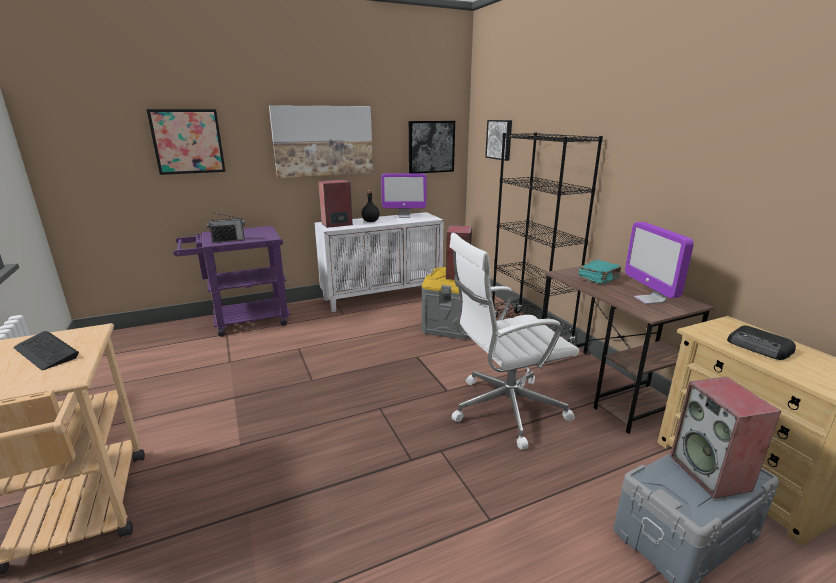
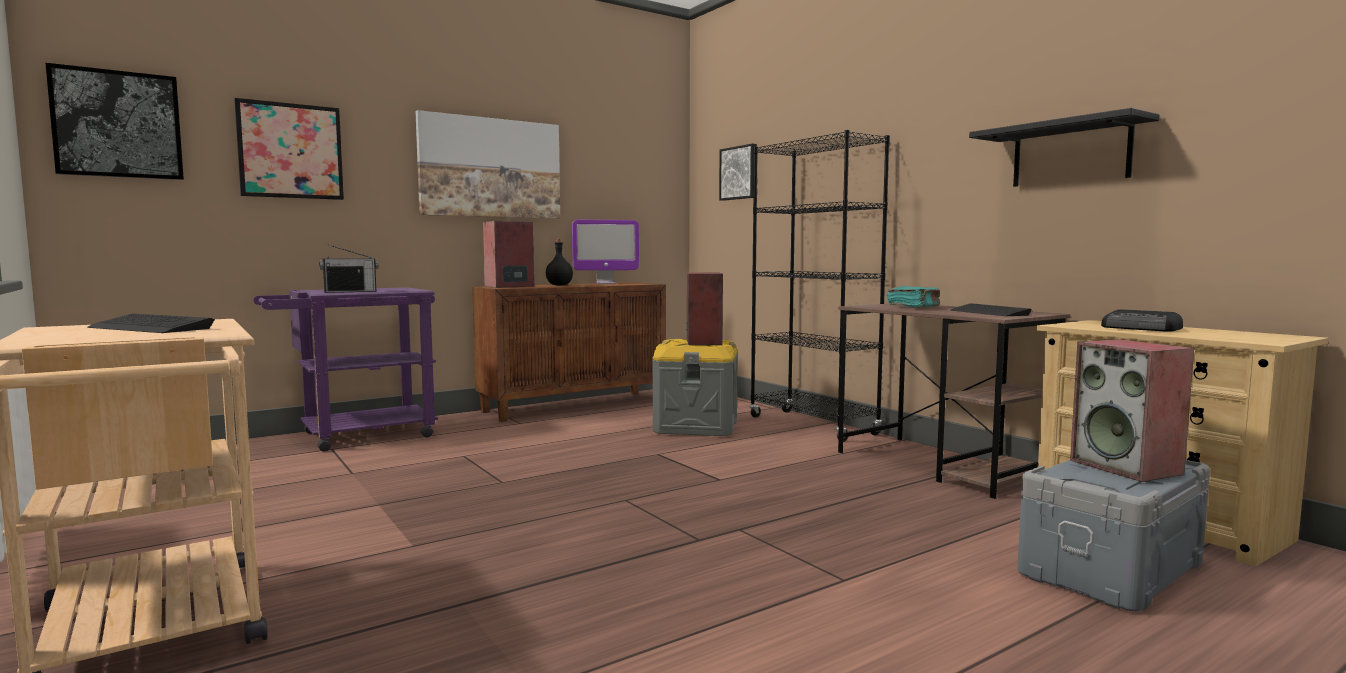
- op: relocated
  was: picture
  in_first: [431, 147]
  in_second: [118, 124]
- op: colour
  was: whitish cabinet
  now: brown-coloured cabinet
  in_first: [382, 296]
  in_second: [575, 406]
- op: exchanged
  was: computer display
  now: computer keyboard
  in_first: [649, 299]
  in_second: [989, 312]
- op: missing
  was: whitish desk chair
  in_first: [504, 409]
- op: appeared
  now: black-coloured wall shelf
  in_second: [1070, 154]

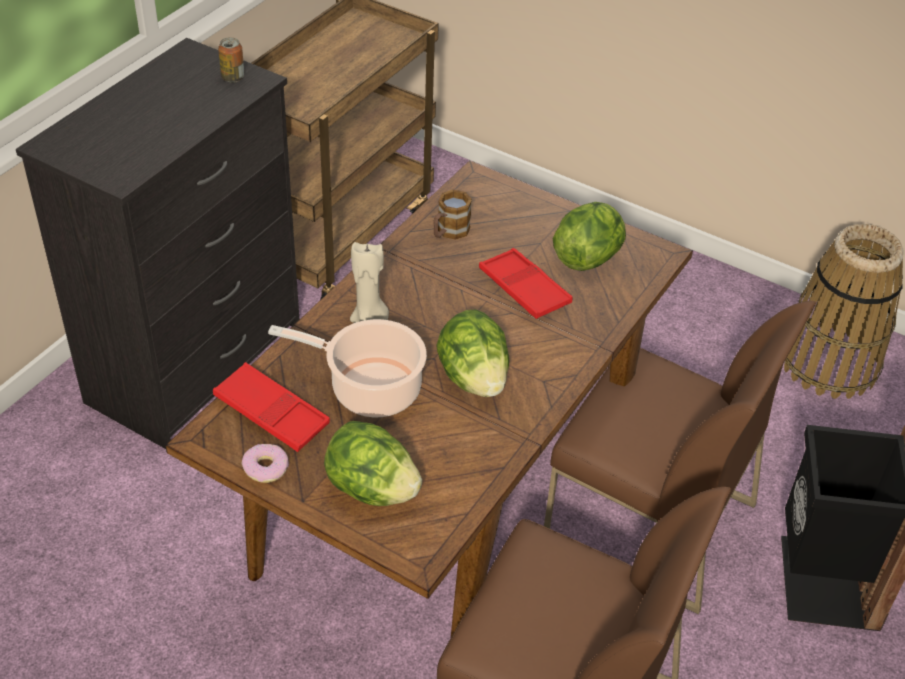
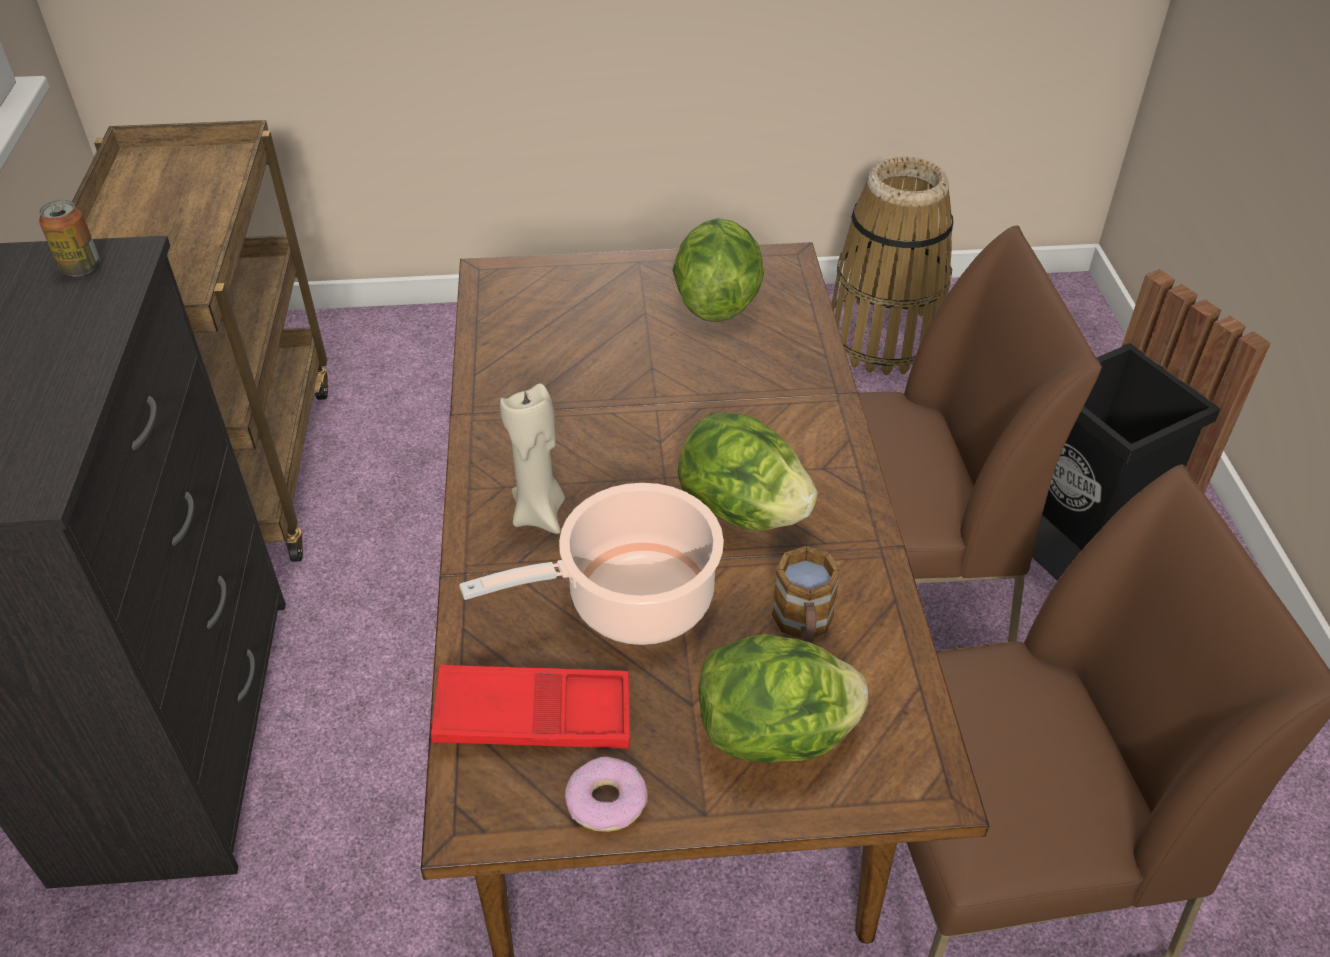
- op: relocated
  was: mug
  in_first: [449, 232]
  in_second: [803, 626]
- op: missing
  was: red-coloured carrying tray
  in_first: [524, 289]

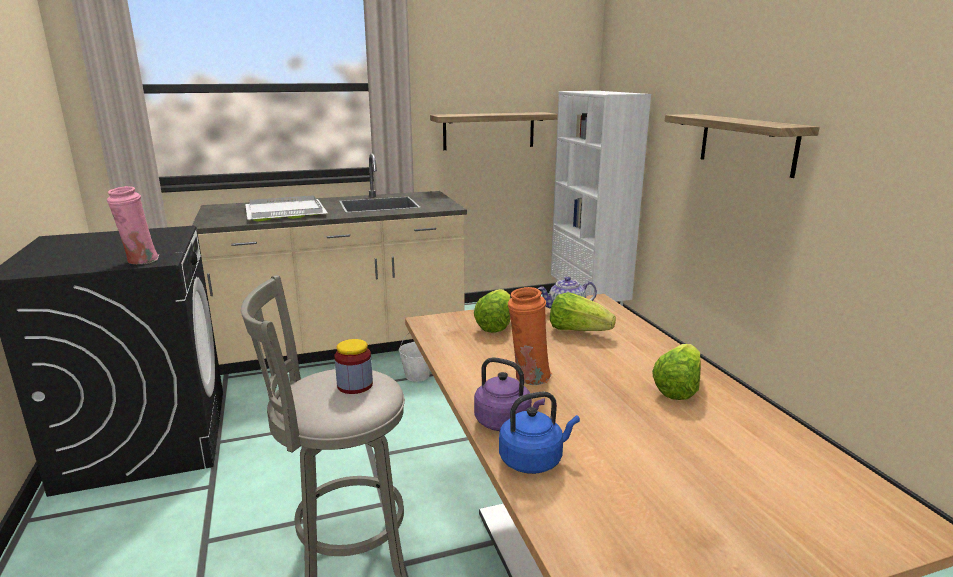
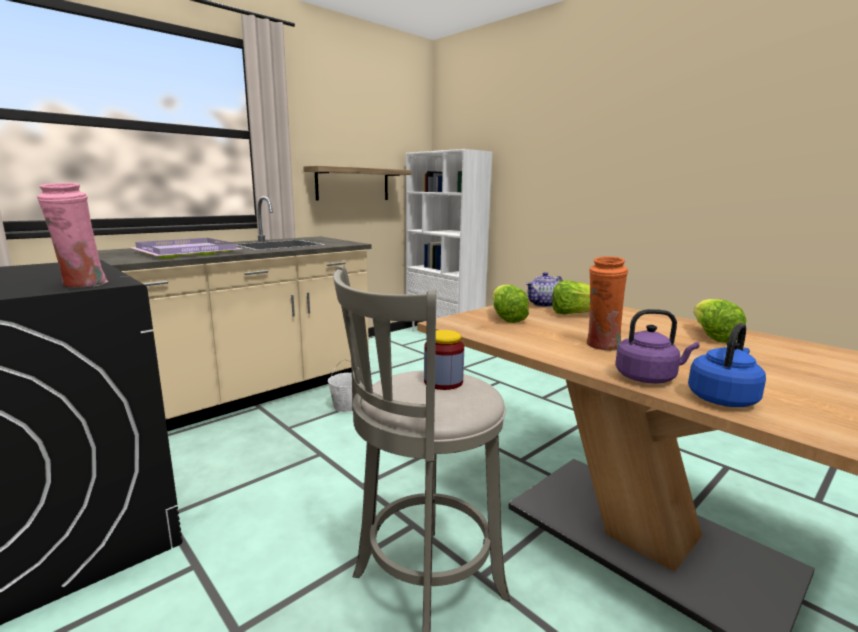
- op: missing
  was: wall shelf
  in_first: [747, 143]
- op: colour
  was: whitish carrying tray
  now: purple carrying tray
  in_first: [287, 211]
  in_second: [187, 251]

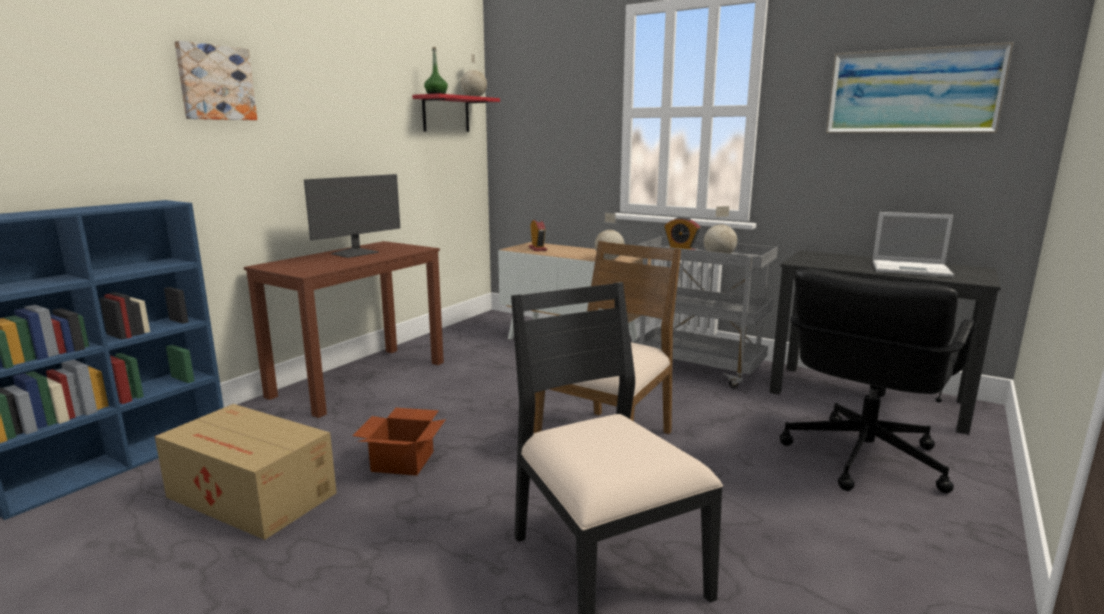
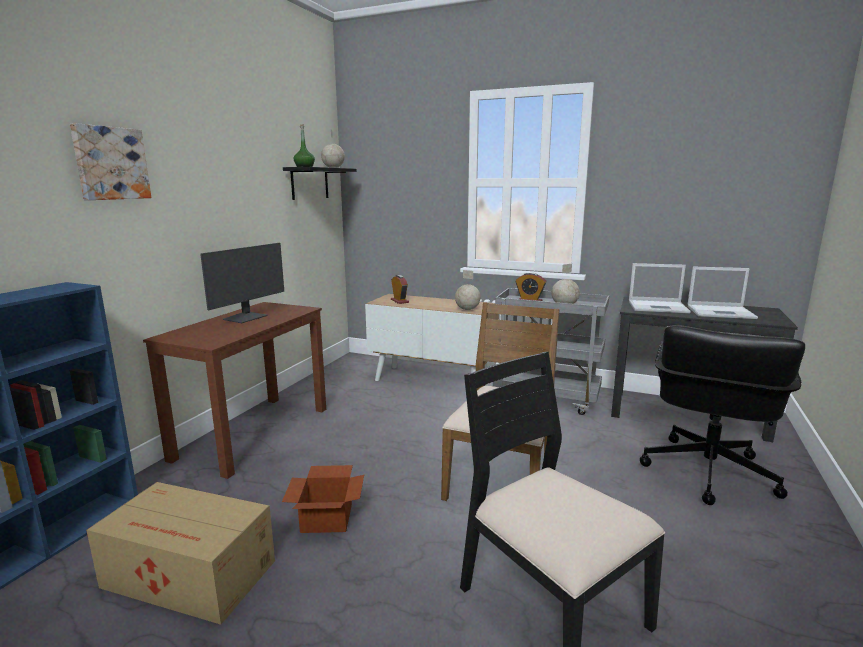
- op: missing
  was: picture
  in_first: [912, 91]
- op: colour
  was: red-coloured wall shelf
  now: black-coloured wall shelf
  in_first: [446, 114]
  in_second: [309, 183]
- op: appeared
  now: laptop
  in_second: [659, 307]

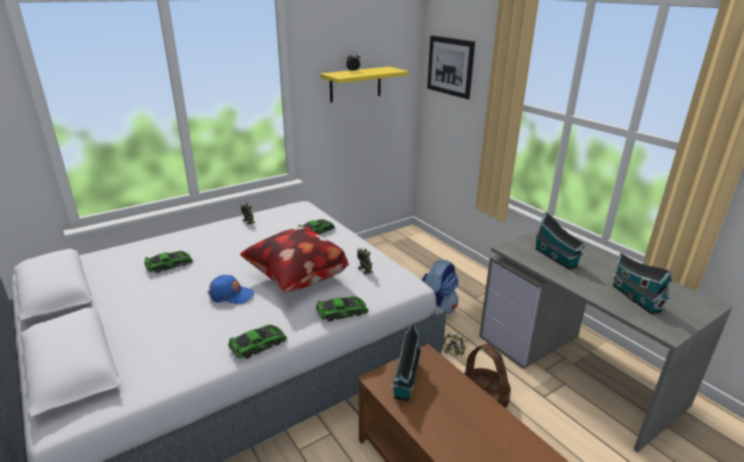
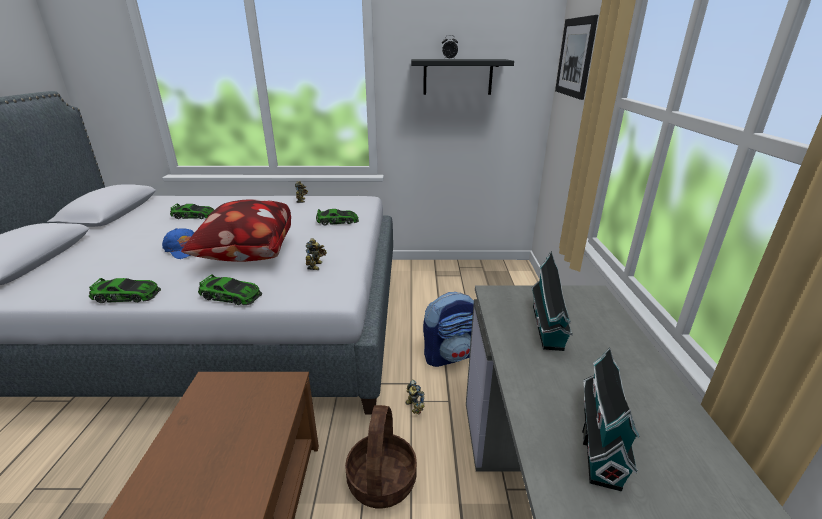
- op: colour
  was: yellow-coloured wall shelf
  now: black-coloured wall shelf
  in_first: [355, 84]
  in_second: [457, 77]
- op: missing
  was: toy house
  in_first: [405, 381]

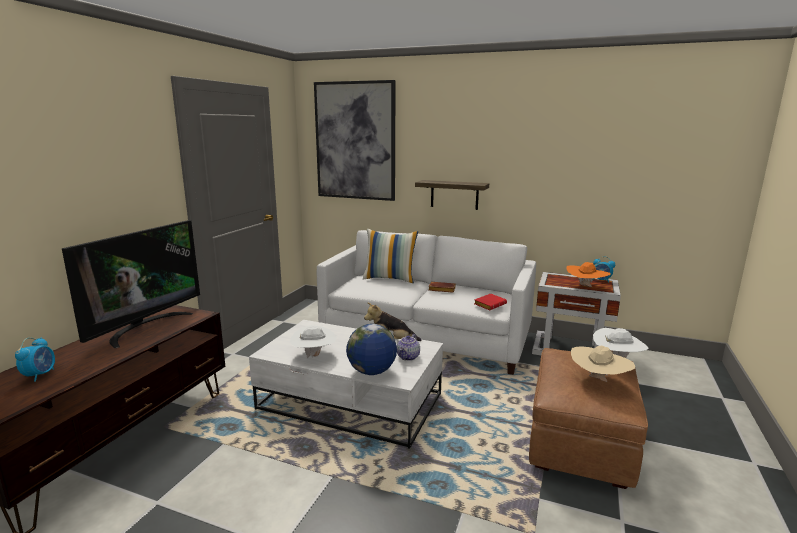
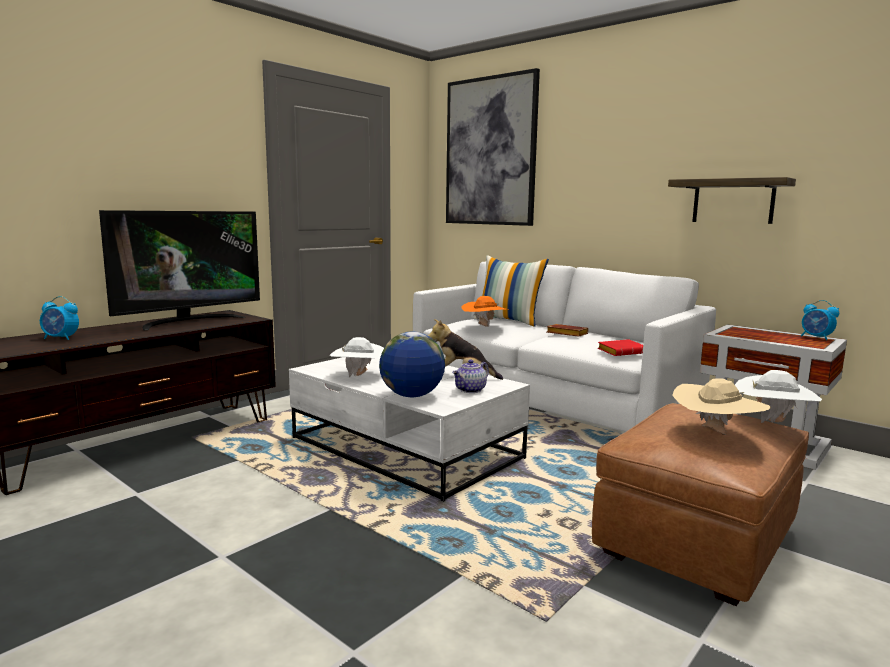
- op: relocated
  was: wall shelf
  in_first: [454, 194]
  in_second: [733, 201]
- op: relocated
  was: orange-coloured clothing hat
  in_first: [585, 287]
  in_second: [484, 327]
- op: spun
  was: table clock
  in_first: [40, 375]
  in_second: [61, 338]
  clockwise: 75

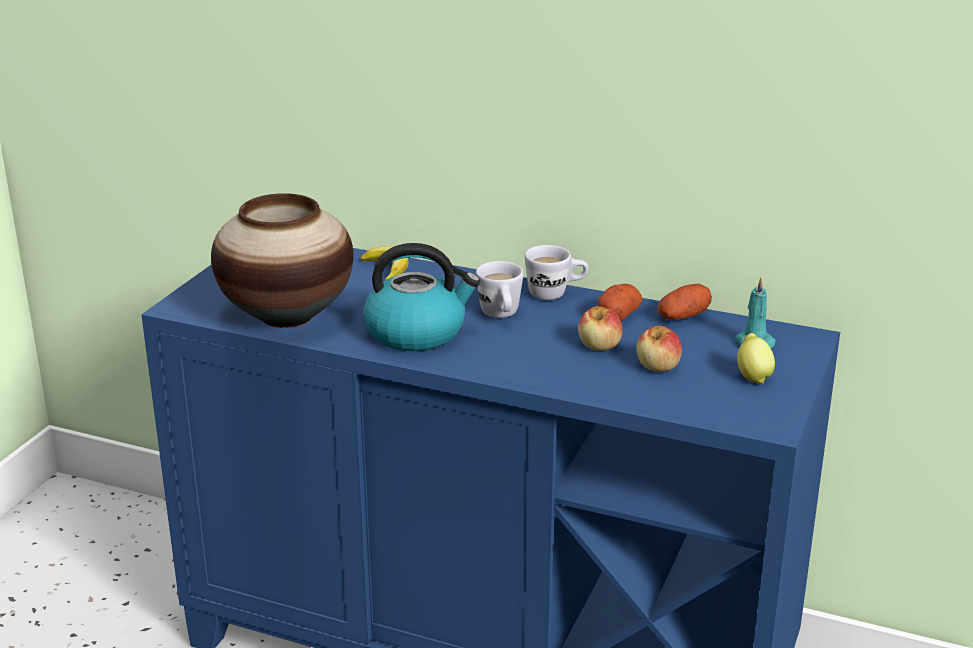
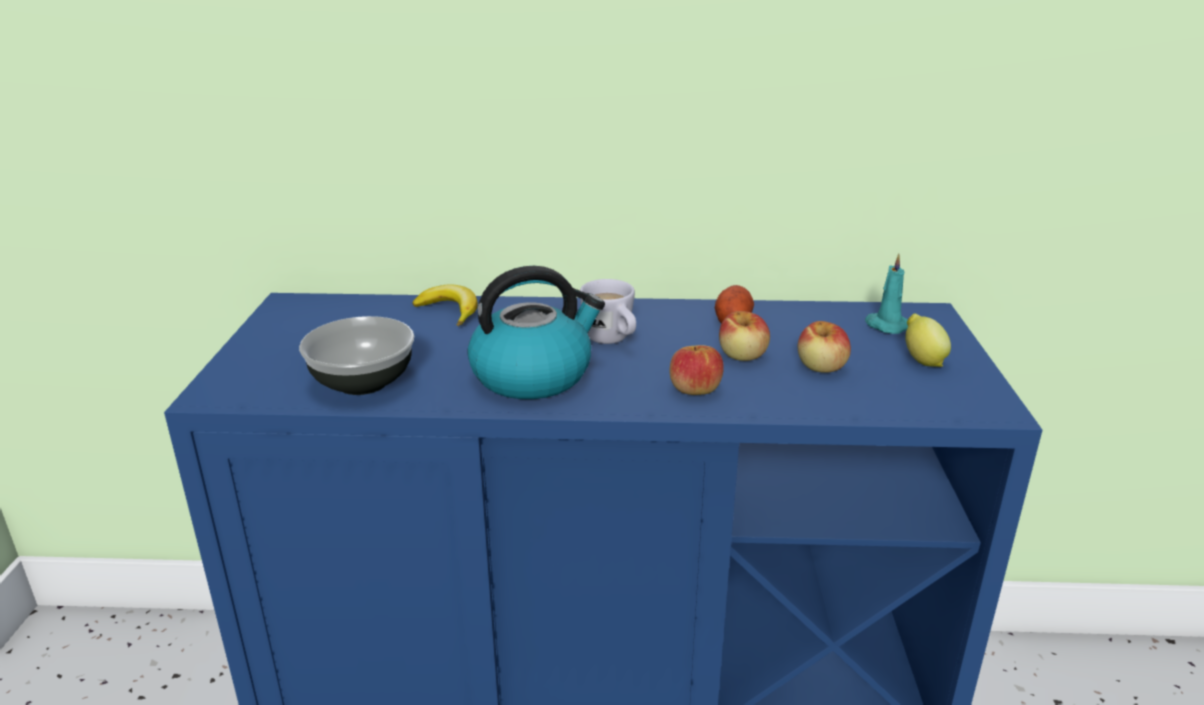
- op: exchanged
  was: decorative vase
  now: serving bowl
  in_first: [287, 317]
  in_second: [363, 383]
- op: missing
  was: whitish mug
  in_first: [555, 294]
- op: missing
  was: whole potato
  in_first: [683, 316]
- op: appeared
  now: apple
  in_second: [694, 389]

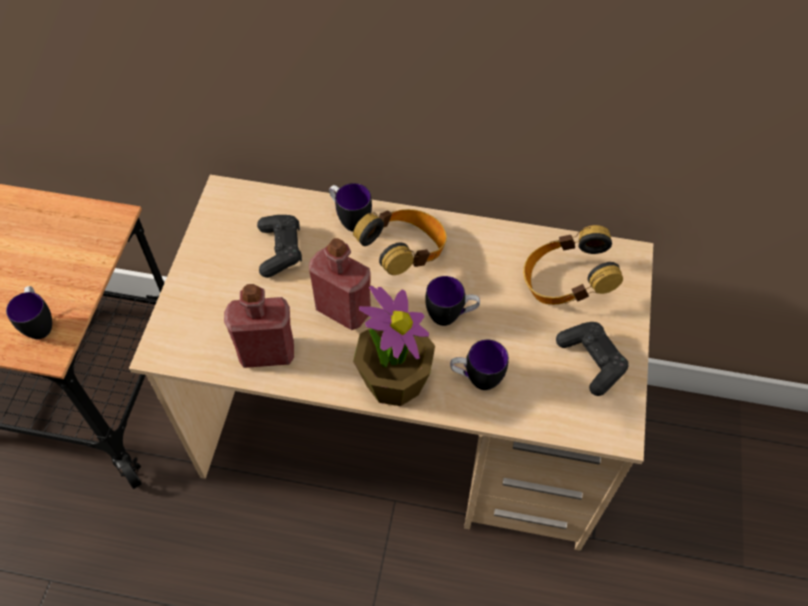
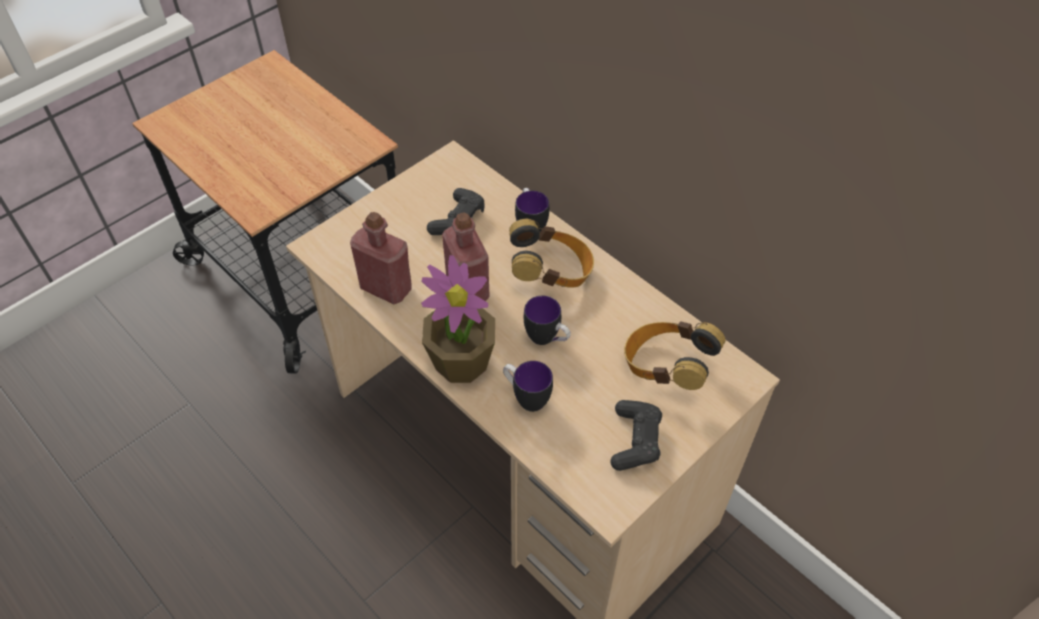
- op: missing
  was: mug
  in_first: [40, 323]

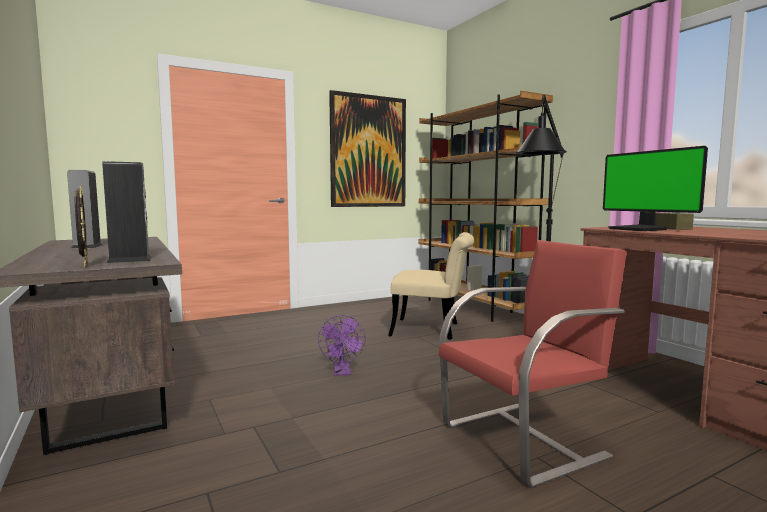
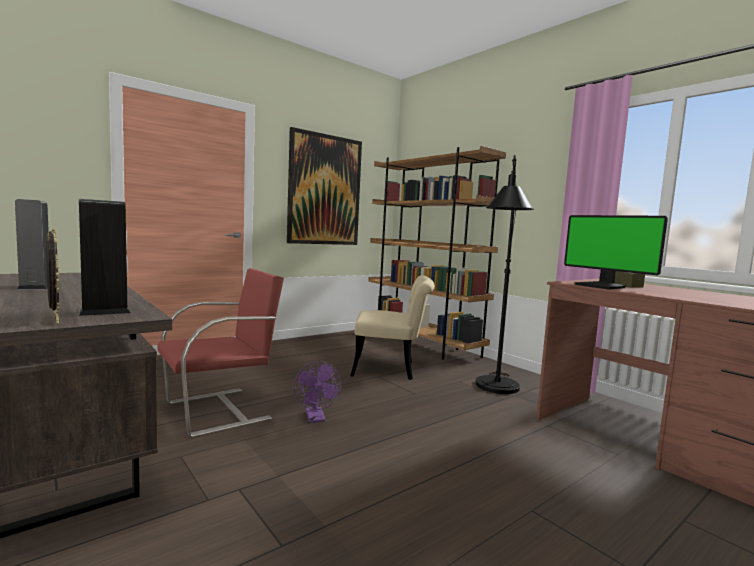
- op: relocated
  was: red-coloured chair
  in_first: [525, 440]
  in_second: [220, 411]

